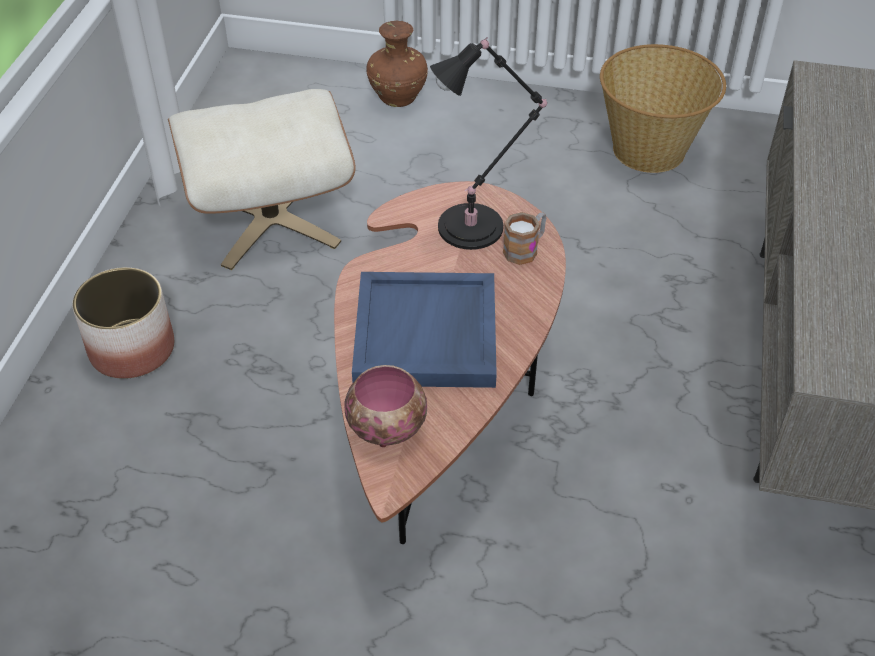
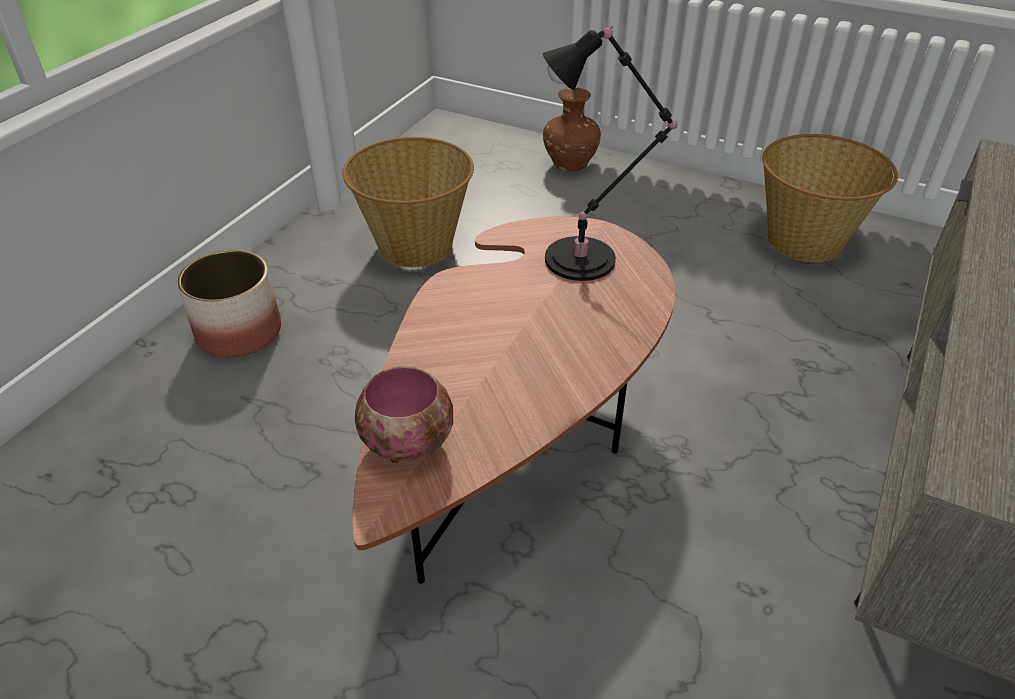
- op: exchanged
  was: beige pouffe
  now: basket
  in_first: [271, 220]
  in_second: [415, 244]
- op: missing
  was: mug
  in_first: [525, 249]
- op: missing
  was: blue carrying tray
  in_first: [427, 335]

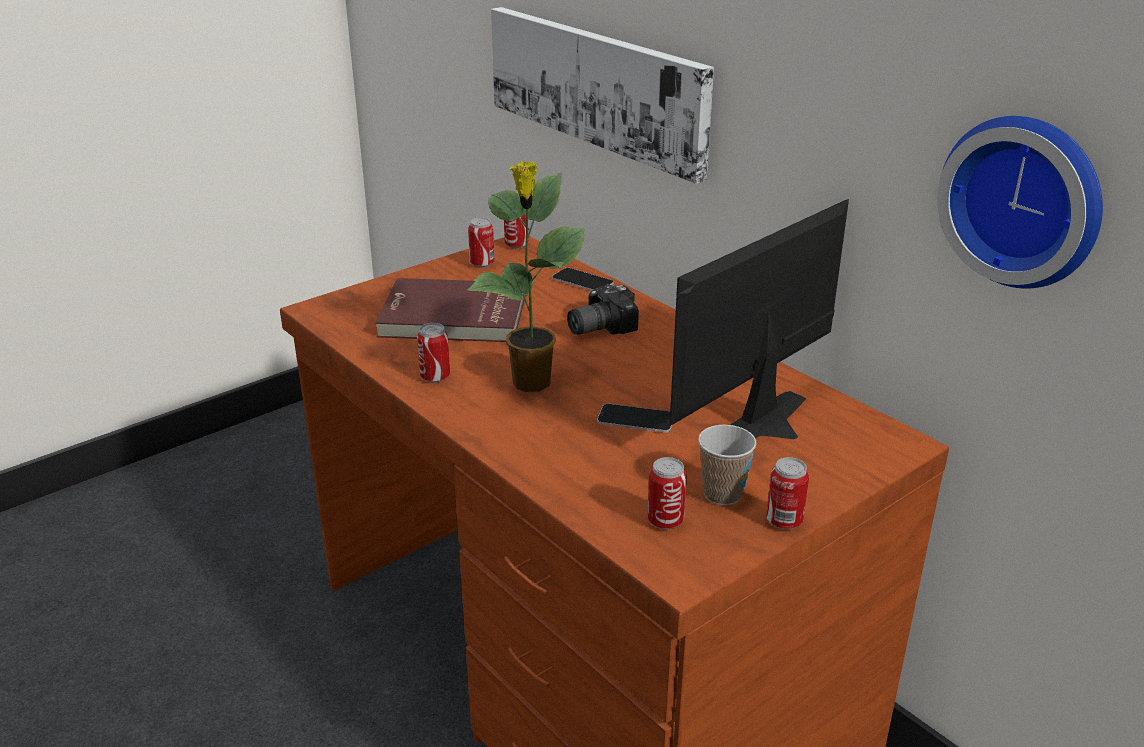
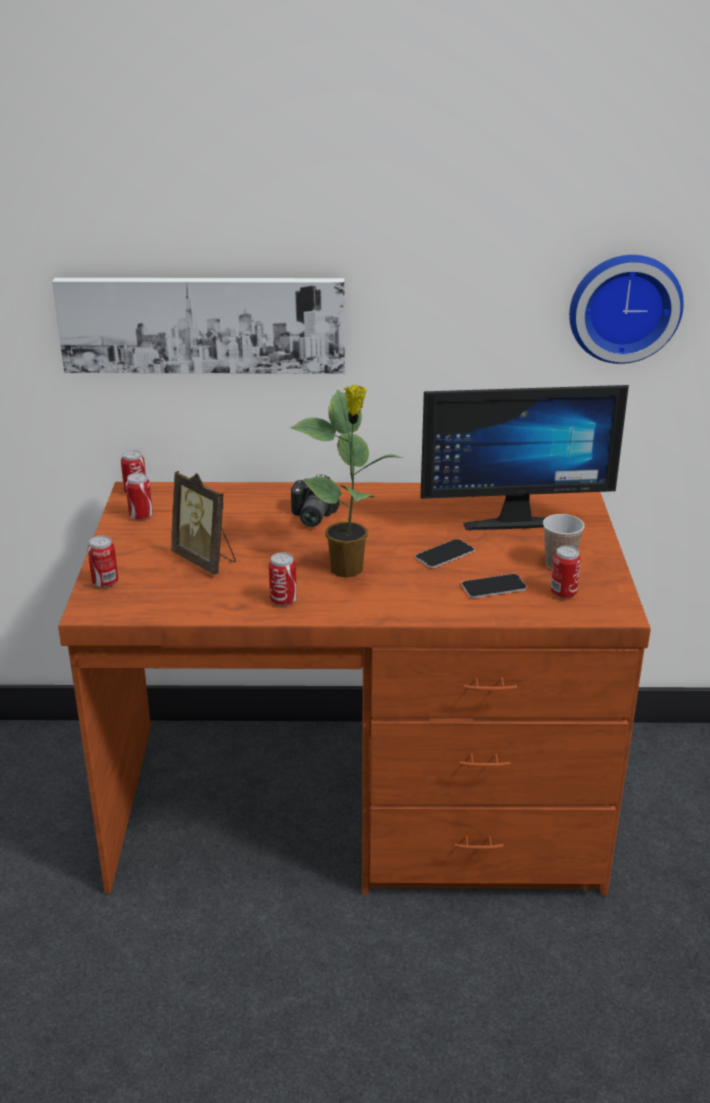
- op: spun
  was: computer display
  in_first: [772, 426]
  in_second: [512, 518]
  clockwise: -90
- op: relocated
  was: handset
  in_first: [582, 281]
  in_second: [493, 587]
- op: exchanged
  was: red-coloured volume
  now: photo frame
  in_first: [453, 317]
  in_second: [206, 560]
- op: relocated
  was: metal can
  in_first: [784, 521]
  in_second: [105, 582]

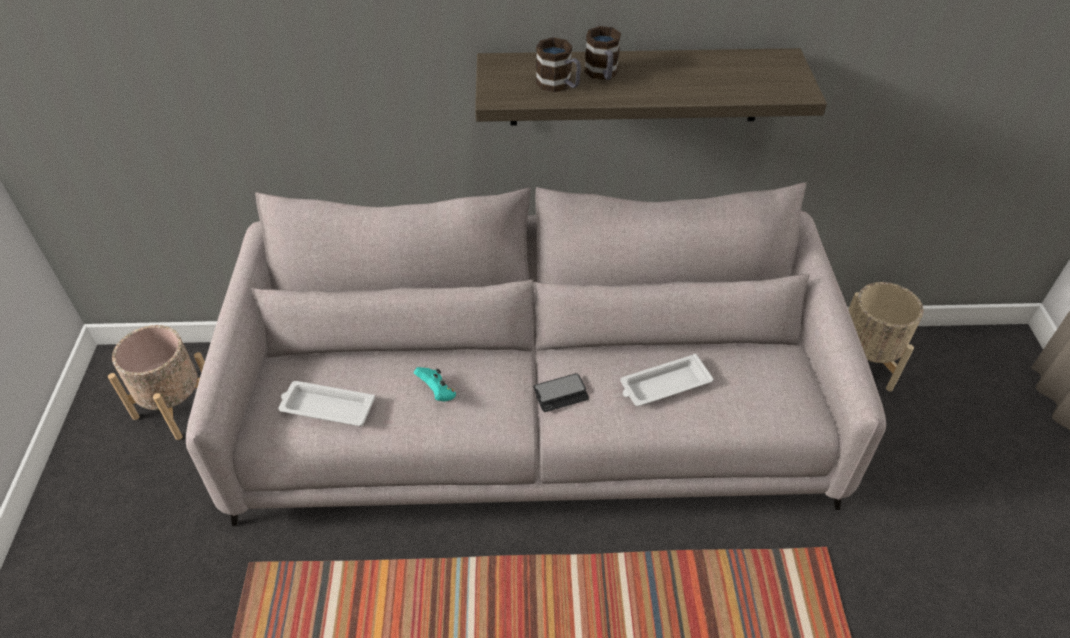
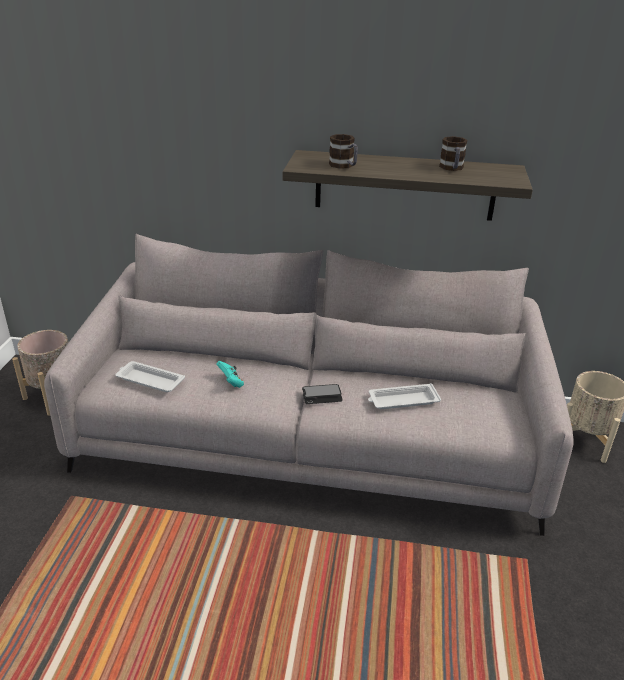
- op: relocated
  was: mug
  in_first: [603, 74]
  in_second: [452, 168]

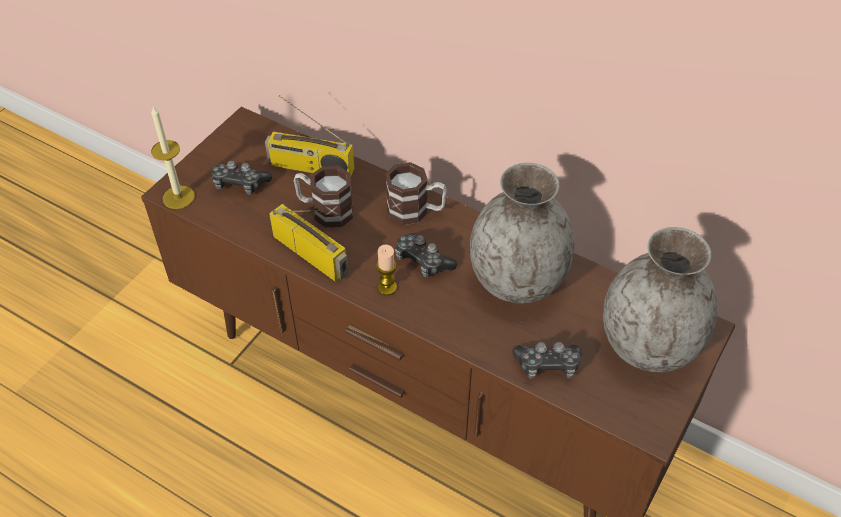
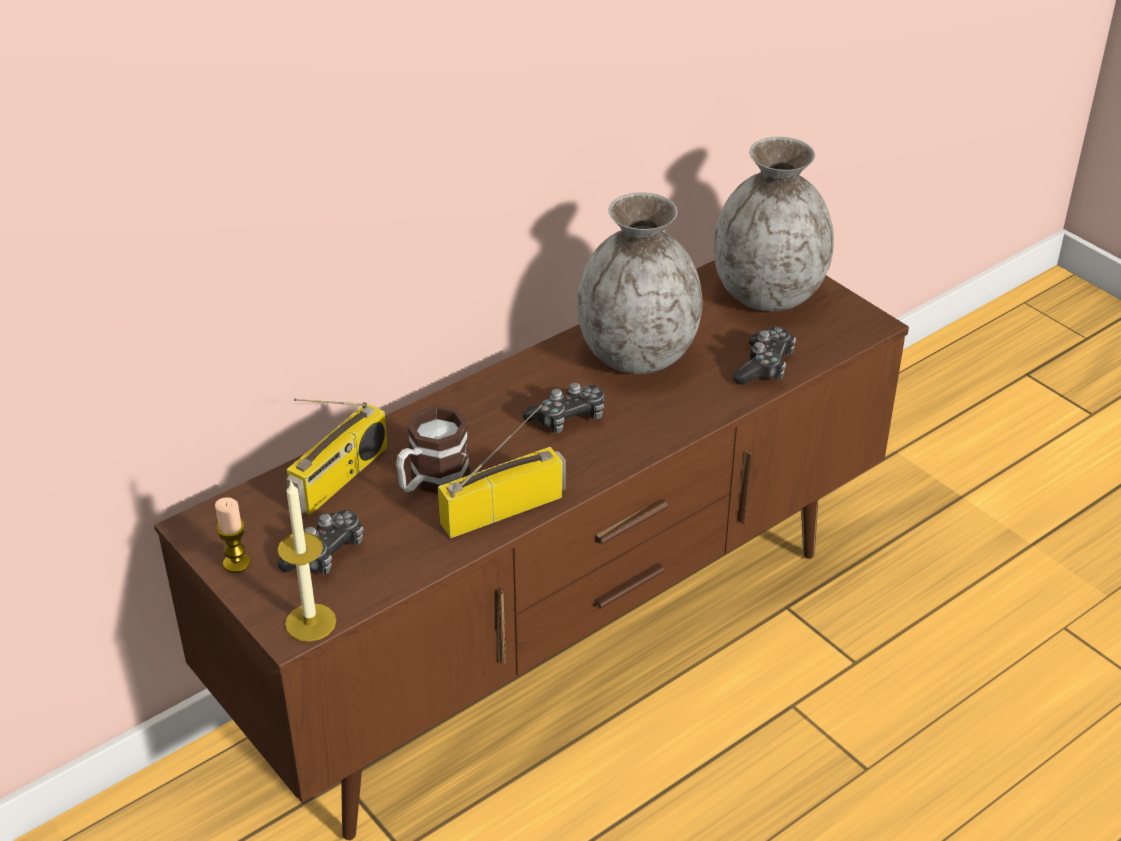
- op: missing
  was: mug
  in_first: [416, 211]
- op: relocated
  was: wax light
  in_first: [387, 287]
  in_second: [236, 563]

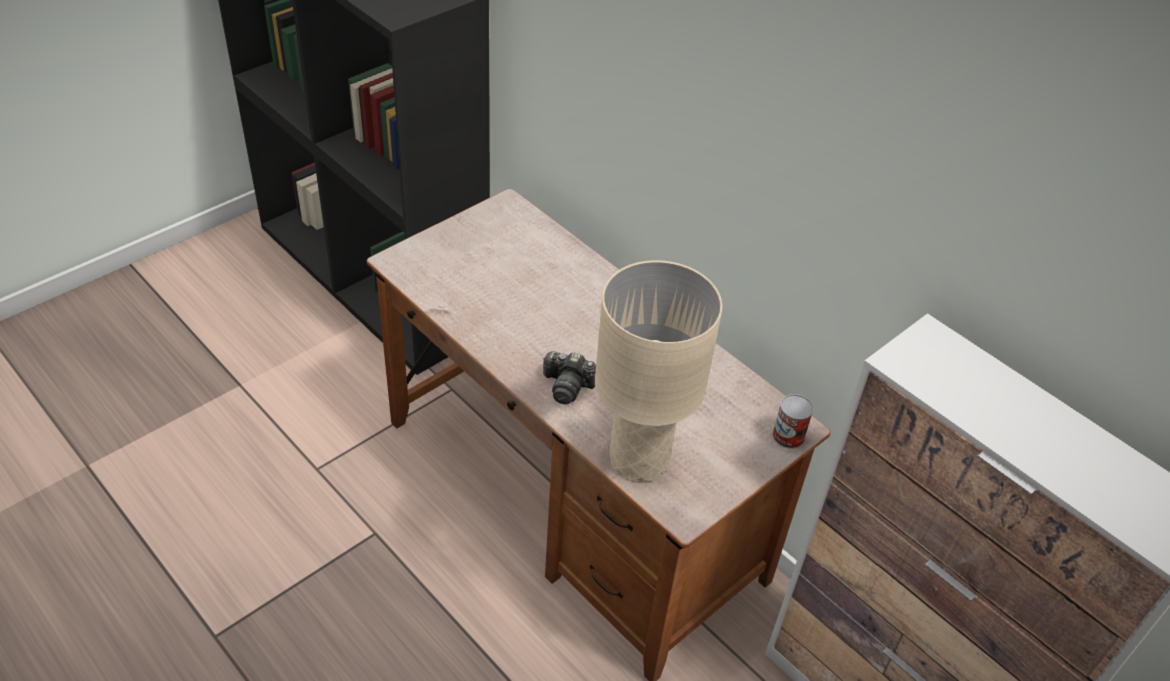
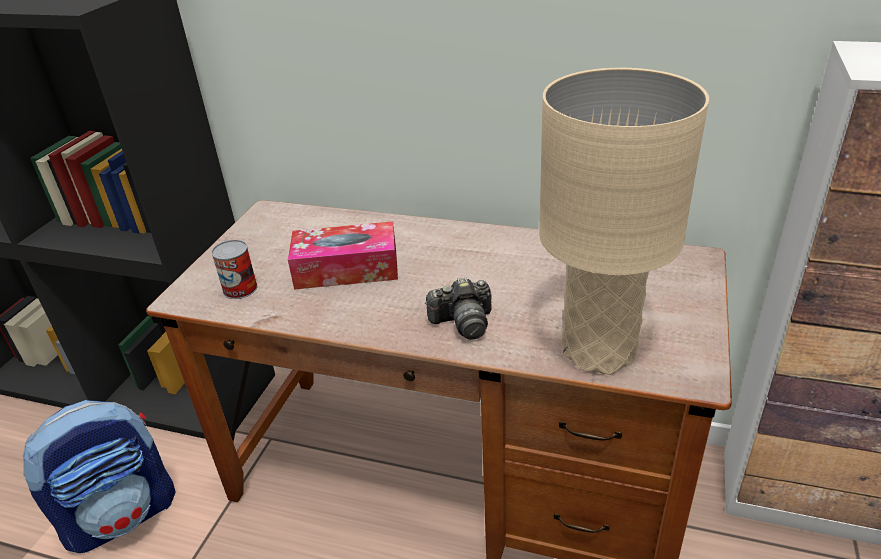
- op: relocated
  was: metal can
  in_first: [788, 436]
  in_second: [240, 288]
- op: appeared
  now: tissue holder
  in_second: [346, 269]
- op: appeared
  now: backpack
  in_second: [123, 514]

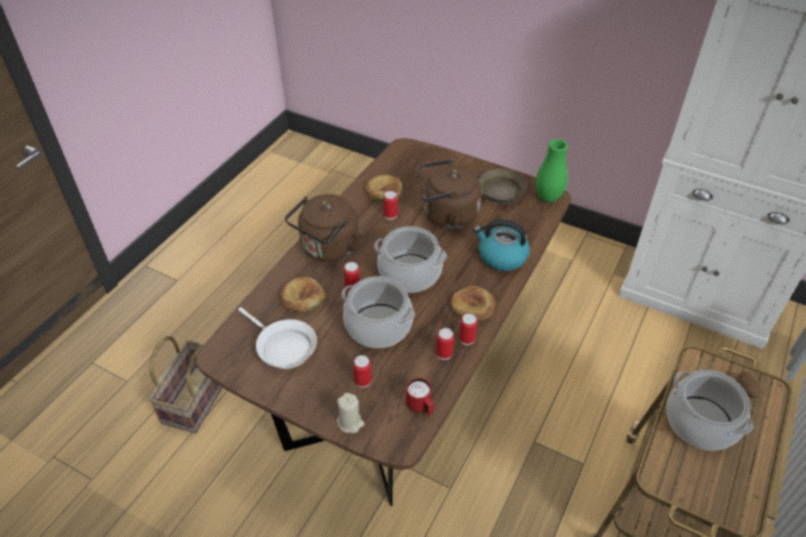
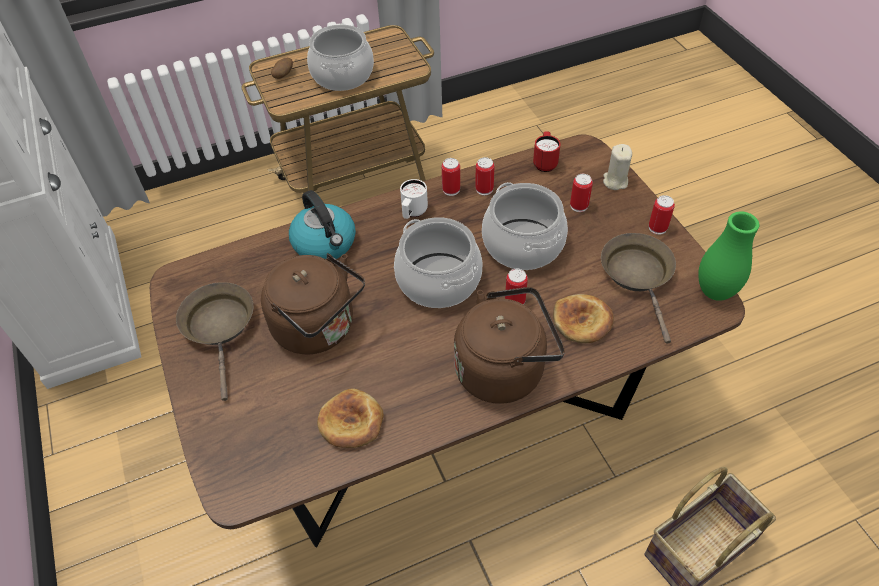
- op: relocated
  was: green decorative vase
  in_first: [548, 198]
  in_second: [715, 292]
- op: relocated
  was: metal can
  in_first: [390, 215]
  in_second: [657, 228]
- op: exchanged
  was: baked bread
  now: whitish mug
  in_first: [473, 306]
  in_second: [413, 213]
- op: colour
  was: whitish pan
  now: brown-coloured pan
  in_first: [283, 347]
  in_second: [638, 276]

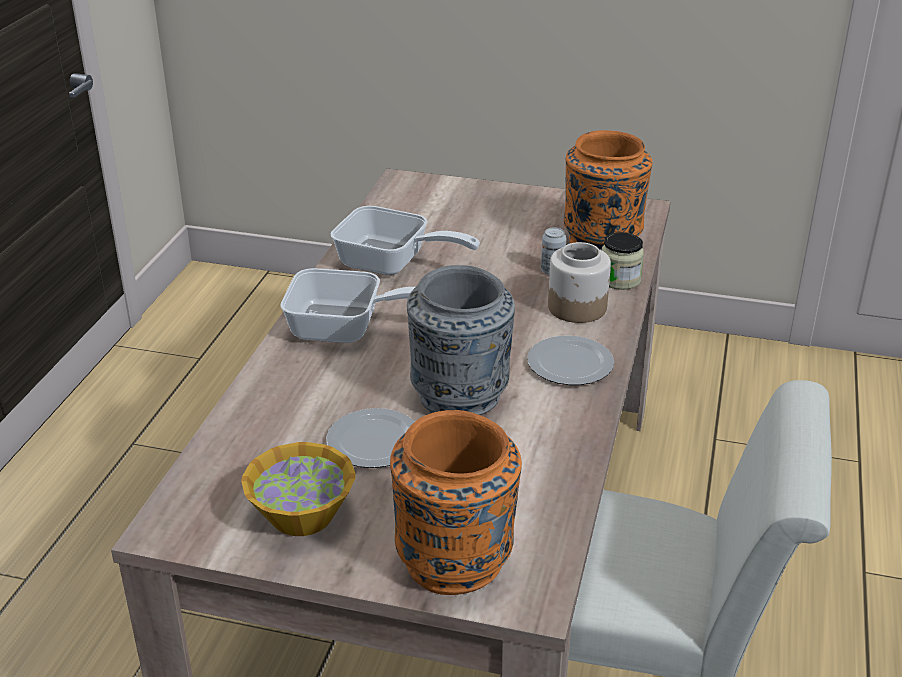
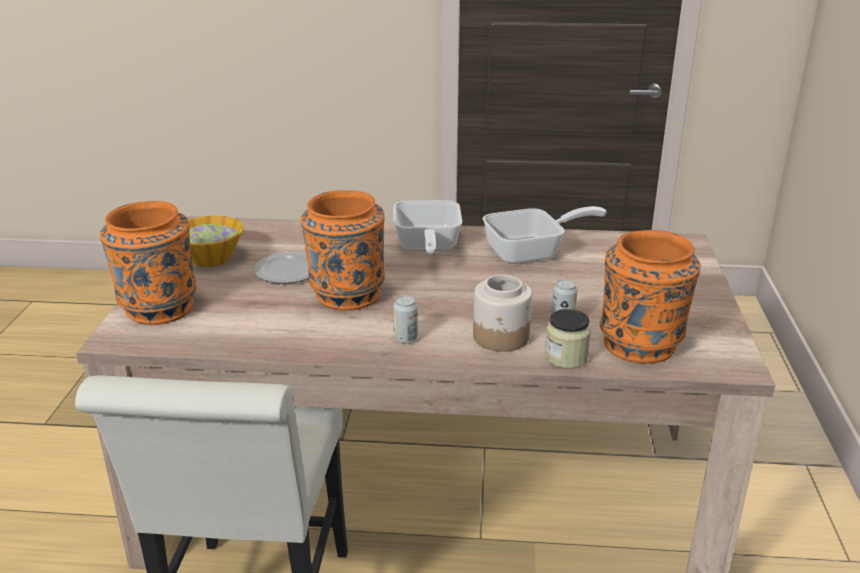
- op: spun
  was: pan
  in_first: [392, 264]
  in_second: [532, 252]
  clockwise: -120
- op: colour
  was: grey decorative vase
  now: orange-coloured decorative vase
  in_first: [460, 397]
  in_second: [346, 295]
- op: exchanged
  was: dinner plate
  now: metal can
  in_first: [571, 364]
  in_second: [405, 339]

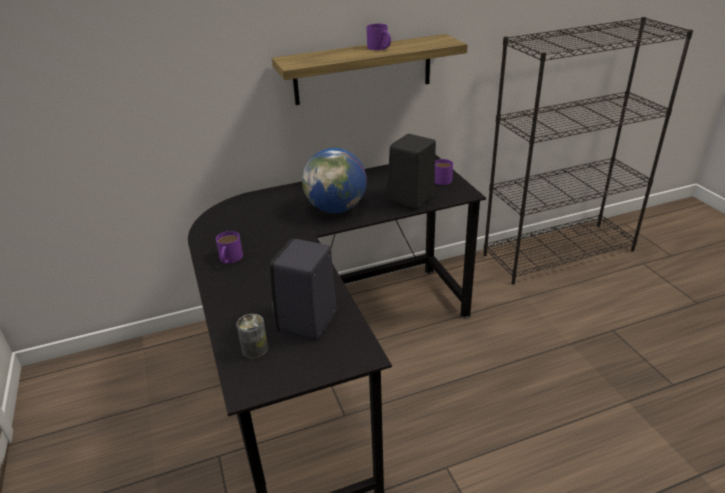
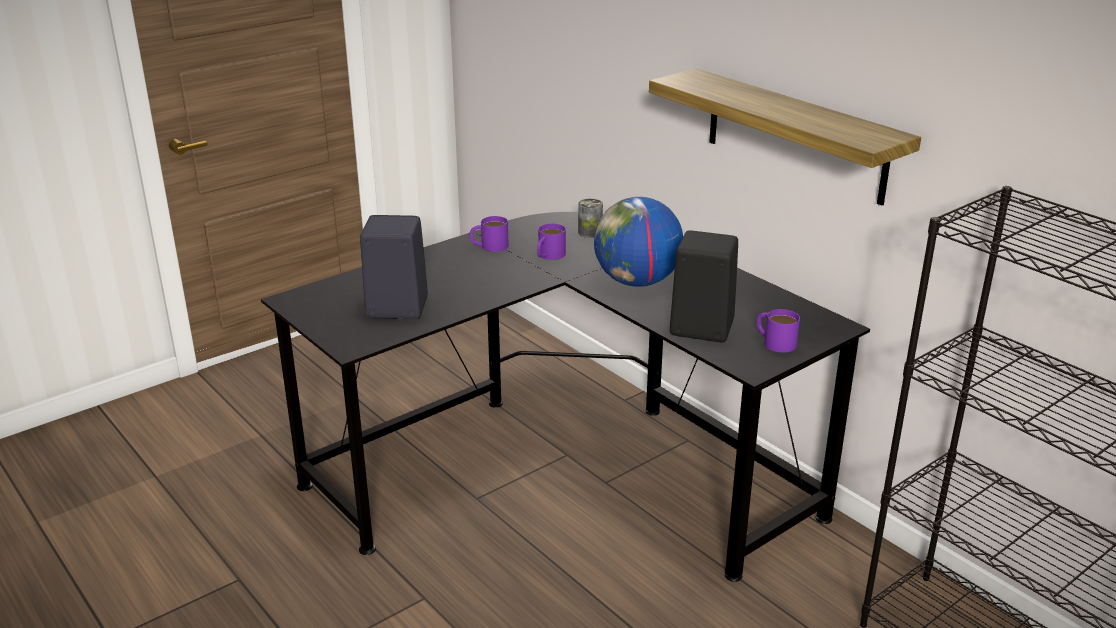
- op: relocated
  was: purple mug
  in_first: [380, 48]
  in_second: [548, 256]
- op: relocated
  was: metal can
  in_first: [255, 349]
  in_second: [590, 233]

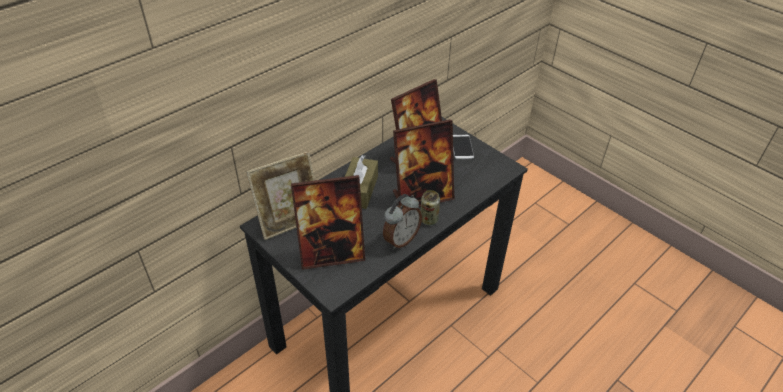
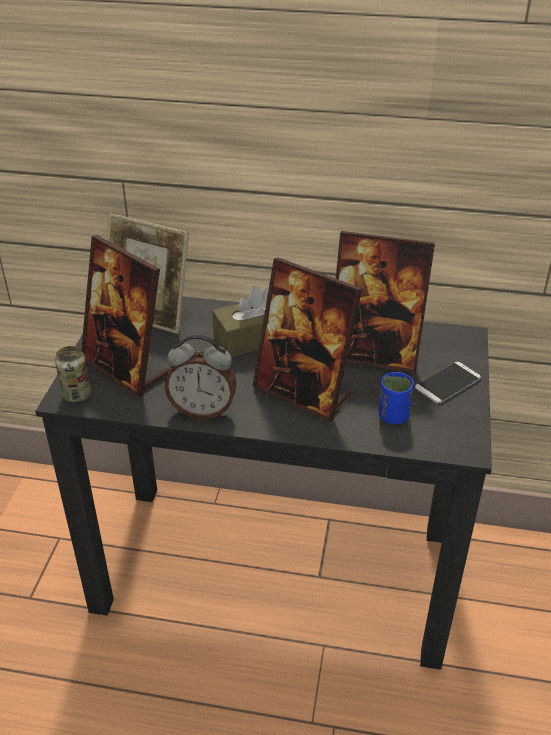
- op: relocated
  was: metal can
  in_first: [429, 220]
  in_second: [77, 395]
- op: appeared
  now: blue small cup
  in_second: [393, 416]

